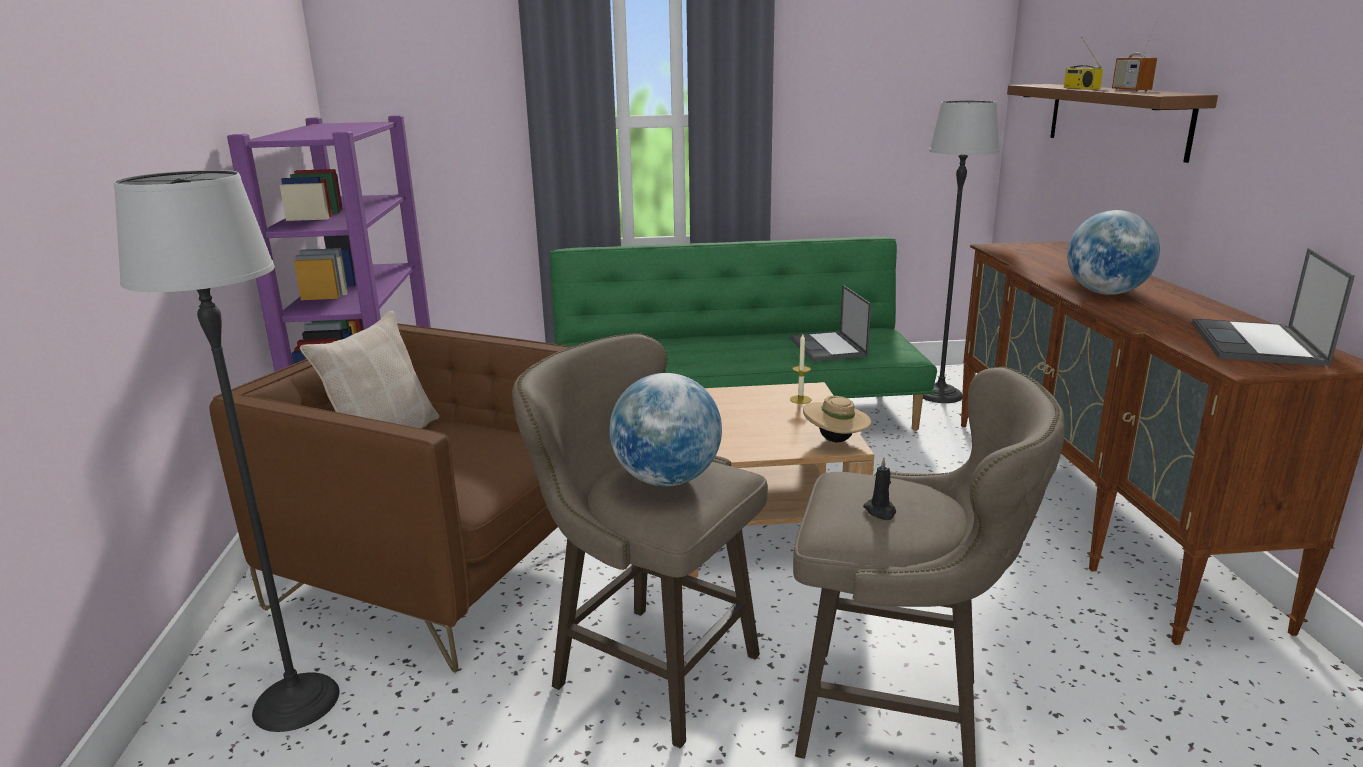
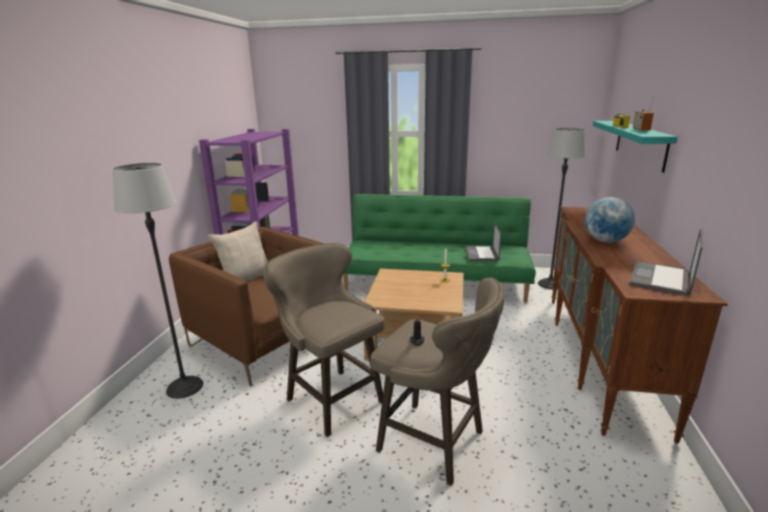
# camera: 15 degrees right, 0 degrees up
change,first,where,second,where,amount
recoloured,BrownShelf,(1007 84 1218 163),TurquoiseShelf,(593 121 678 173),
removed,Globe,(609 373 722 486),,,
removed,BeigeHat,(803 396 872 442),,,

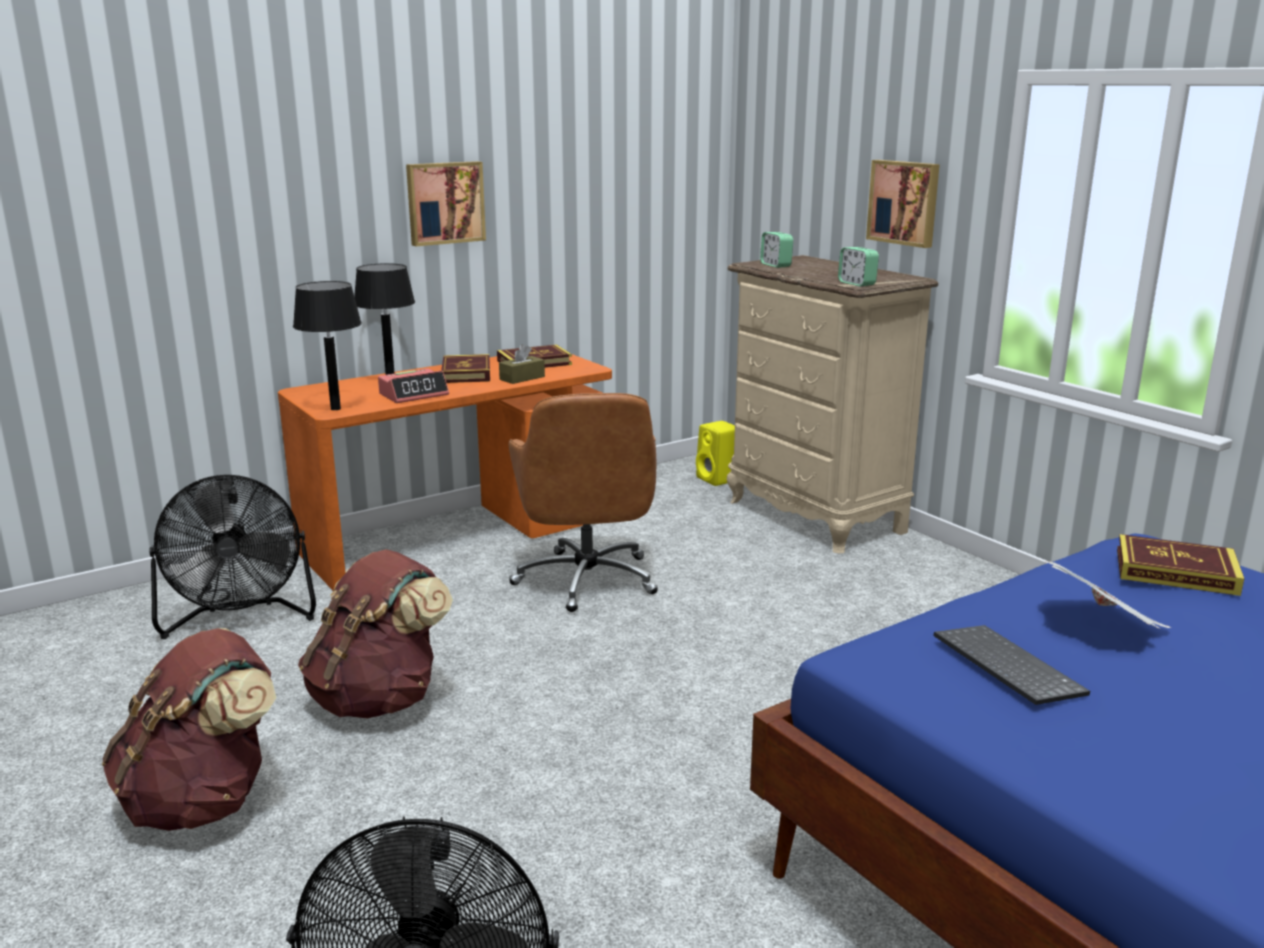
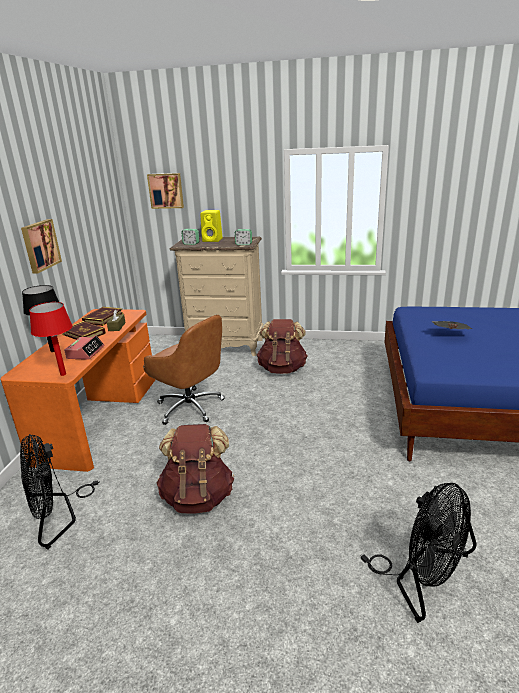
# camera: 45 degrees left, 5 degrees up
change,first,where,second,where,amount
moved,Picture,(866 160 940 248),,(147 173 184 209),
recoloured,BlackTableLamp,(293 281 362 410),RedTableLamp,(29 302 73 376),
moved,YellowSpeaker,(696 421 735 486),,(201 210 223 242),
turned,BlackFan,(149 475 316 639),,(20 434 99 550),120 degrees clockwise
removed,Book,(1117 534 1244 596),,,
removed,Keyboard,(933 625 1090 705),,,
moved,BrownBackpack,(102 628 276 831),,(257 319 308 374),

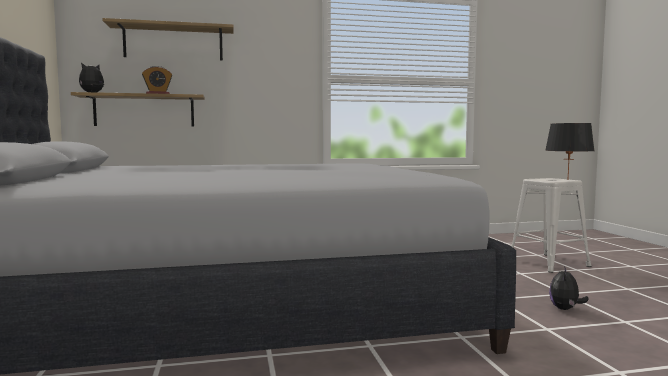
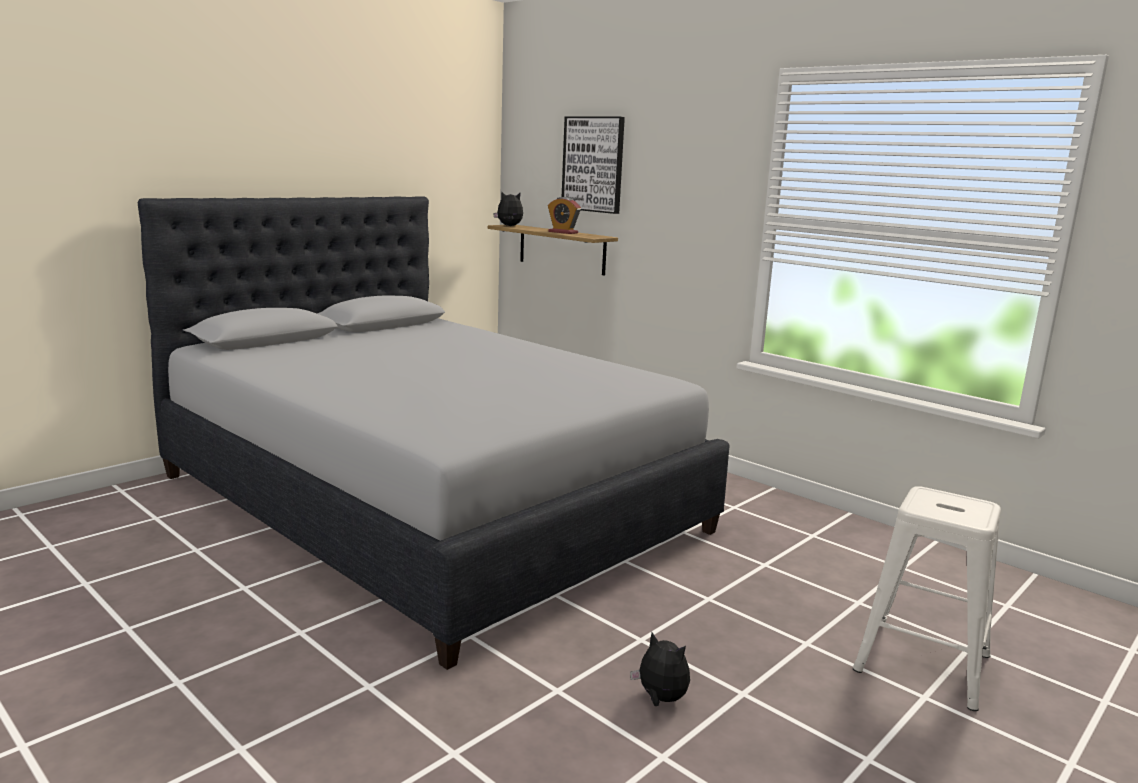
# camera: 55 degrees right, 10 degrees up
change,first,where,second,where,amount
replaced,Shelf,(102 18 234 61),Picture,(562 117 625 214),
removed,BlackTableLamp,(545 123 594 177),,,
turned,PlushToy,(549 266 589 310),,(630 632 690 706),45 degrees clockwise

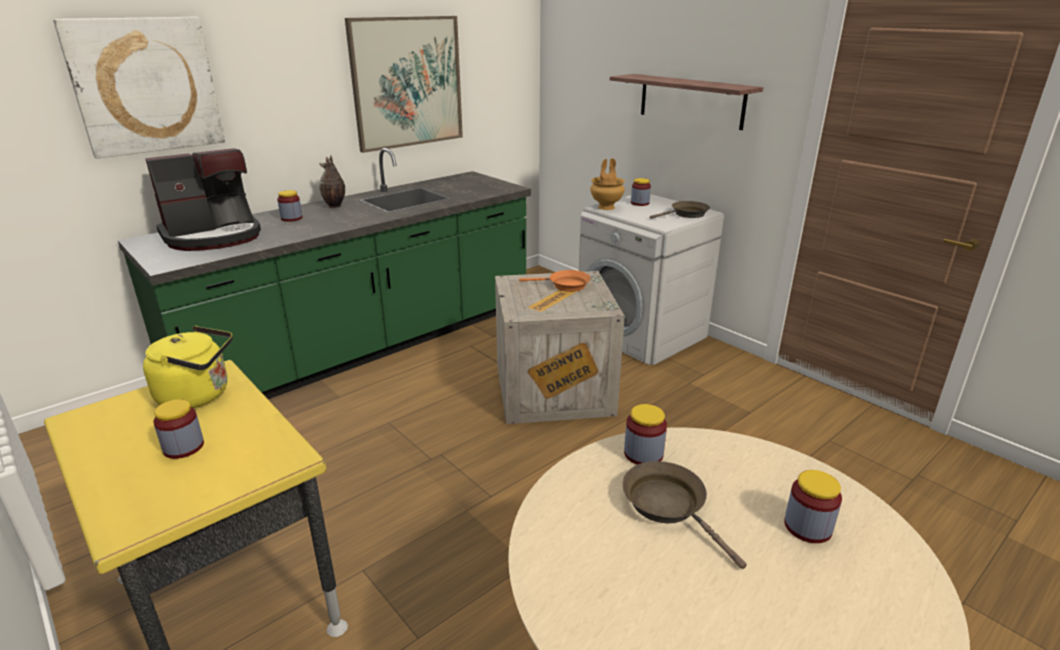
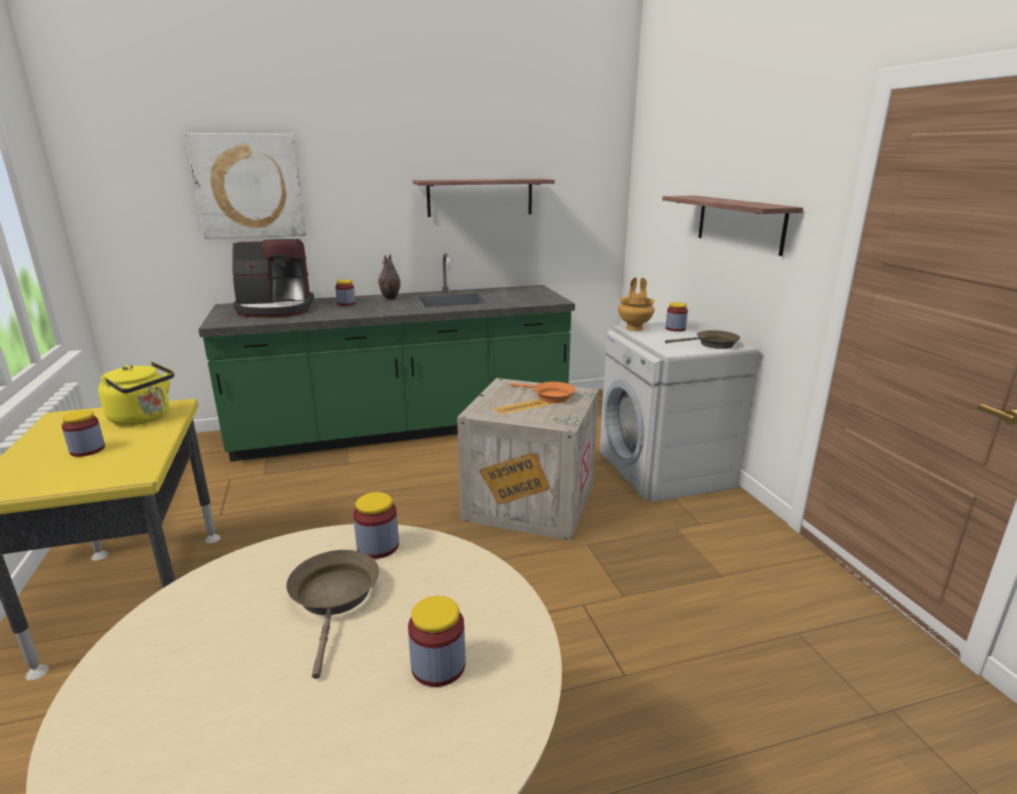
# camera: 25 degrees right, 5 degrees down
change,first,where,second,where,amount
replaced,Picture,(345 16 463 153),Shelf,(413 179 555 217),

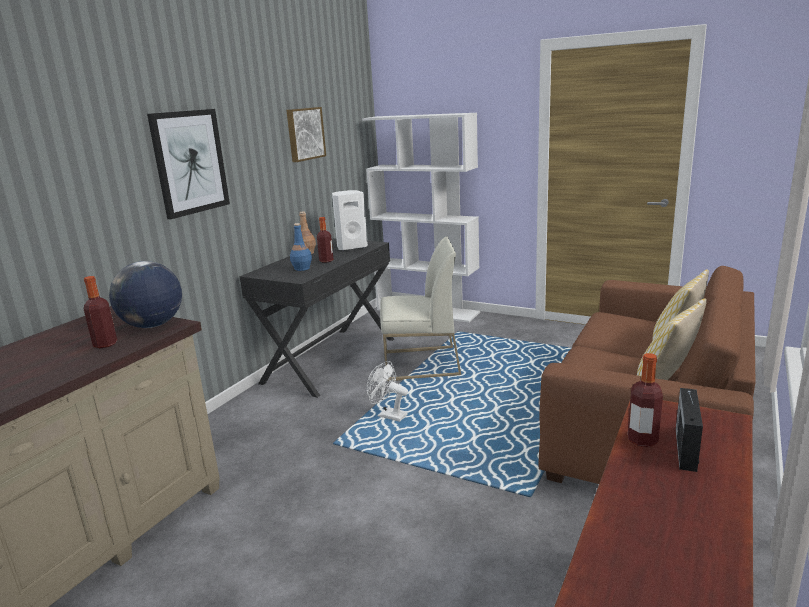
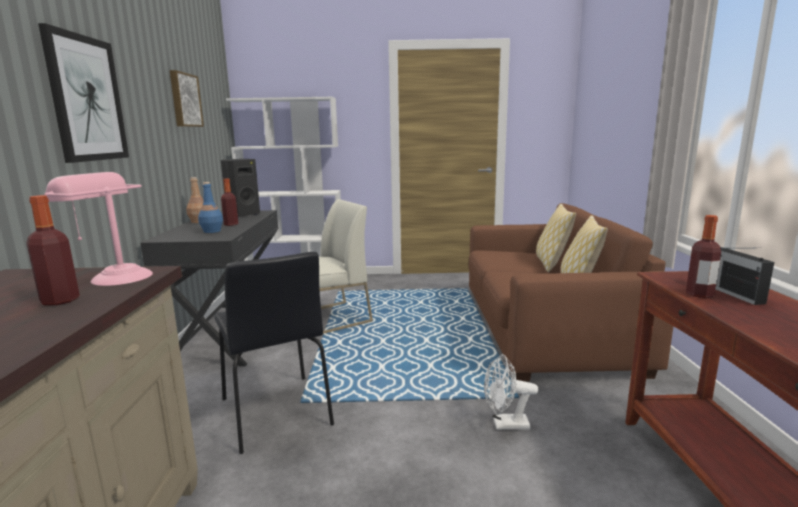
# camera: 30 degrees left, 5 degrees down
change,first,where,second,where,amount
recoloured,WhiteSpeaker,(332 190 368 251),BlackSpeaker,(221 159 260 217),
replaced,Globe,(109 261 182 328),PinkTableLamp,(44 172 153 286),
moved,WhiteFan,(366 361 408 422),,(484 354 539 430),
added,,,BlackChair,(214 252 334 454),

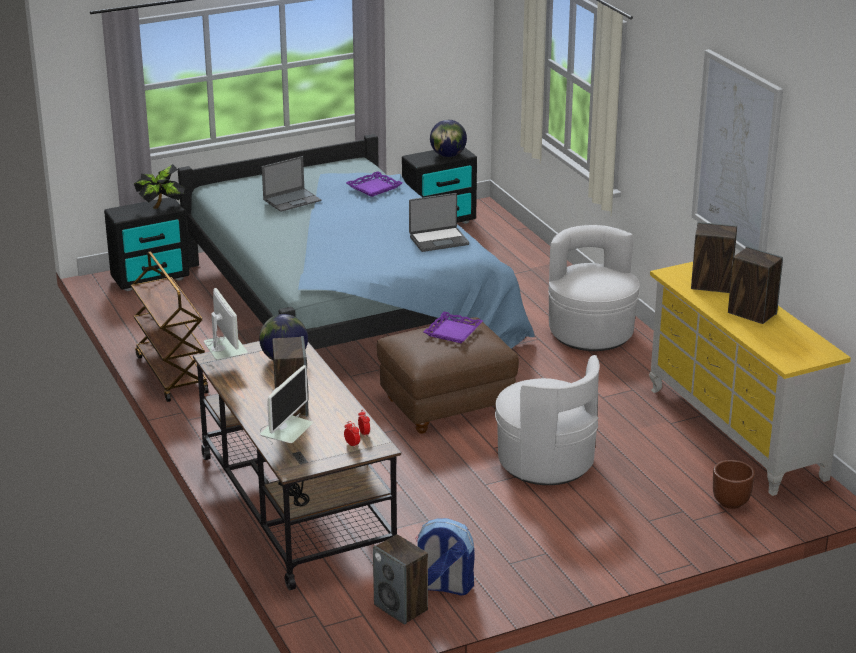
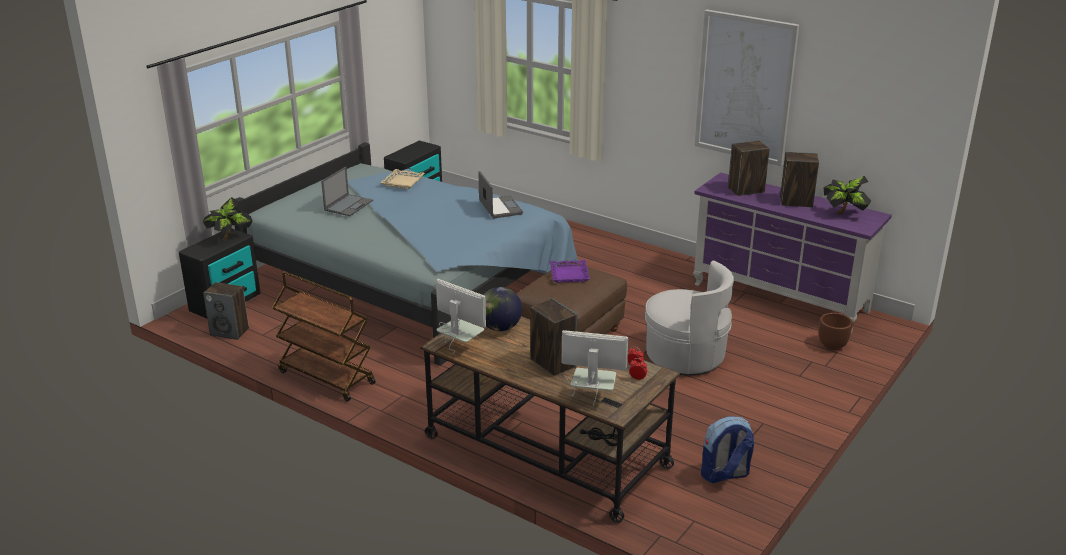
# camera: 30 degrees left, 0 degrees up
change,first,where,second,where,amount
removed,Globe,(430 120 467 157),,,
recoloured,PurpleTray,(346 171 402 197),BeigeTray,(380 169 425 189),
turned,Laptop,(409 193 469 252),,(478 171 523 218),60 degrees counterclockwise
removed,WhiteArmchair,(548 225 640 351),,,
recoloured,YellowDresser,(649 262 851 496),PurpleDresser,(693 172 892 332),
turned,Monitor,(260 365 313 445),,(561 330 628 406),75 degrees counterclockwise
moved,Speaker,(373 534 428 625),,(203 282 249 340),
added,,,PottedPlant,(823 176 871 215),

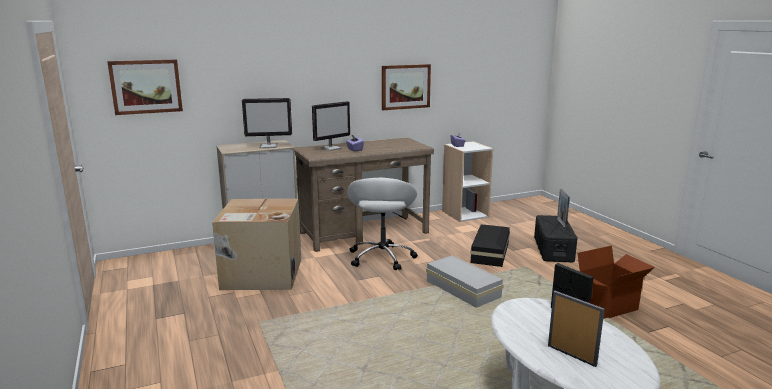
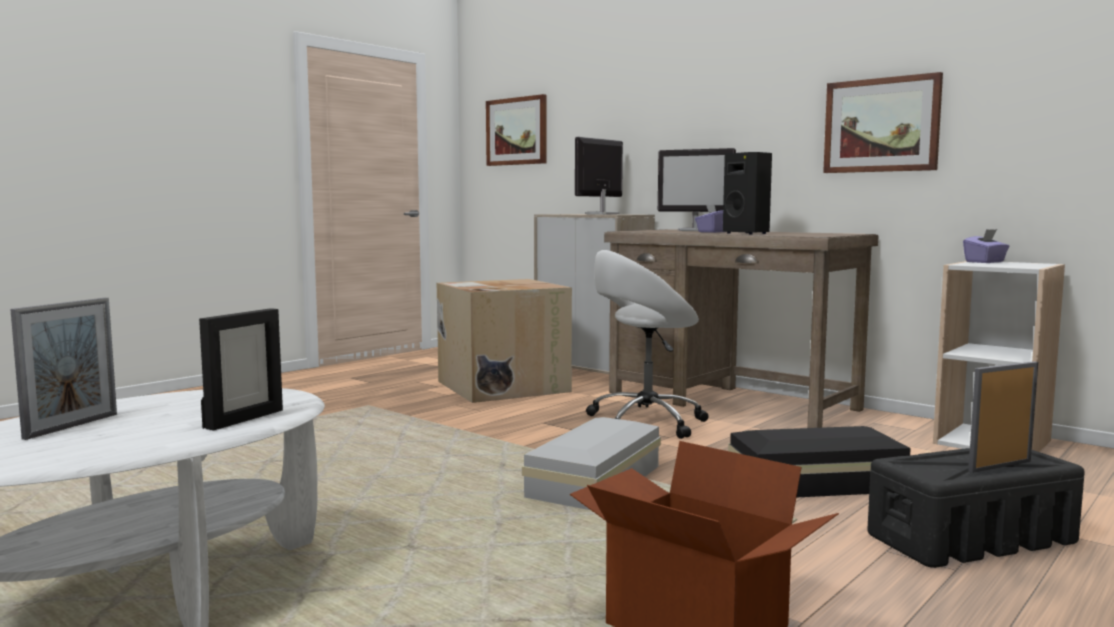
# camera: 65 degrees right, 10 degrees down
change,first,where,second,where,amount
turned,Monitor,(242 98 292 148),,(575 137 623 215),75 degrees clockwise
added,,,BlackSpeaker,(723 152 772 234),

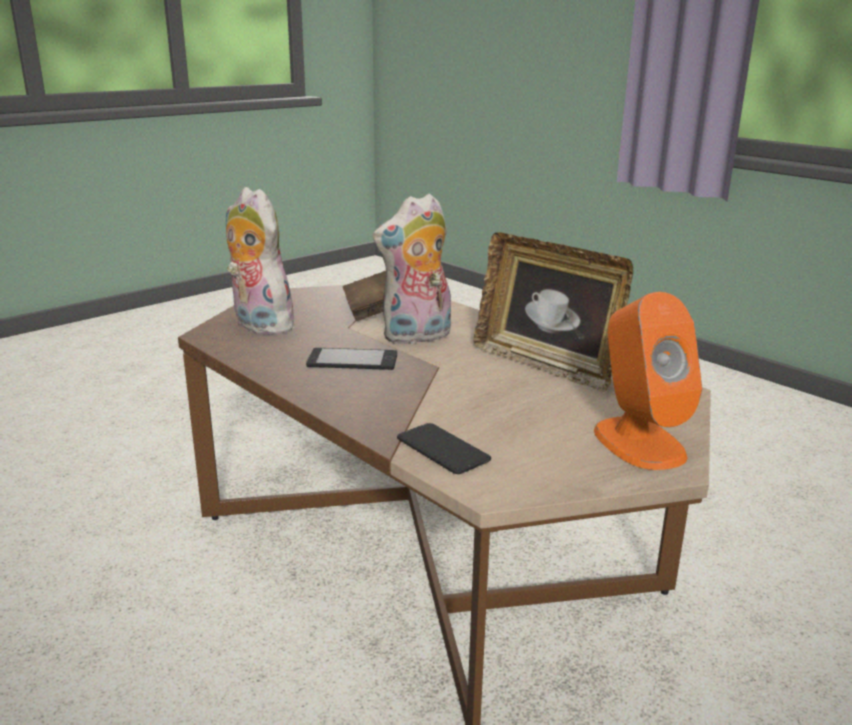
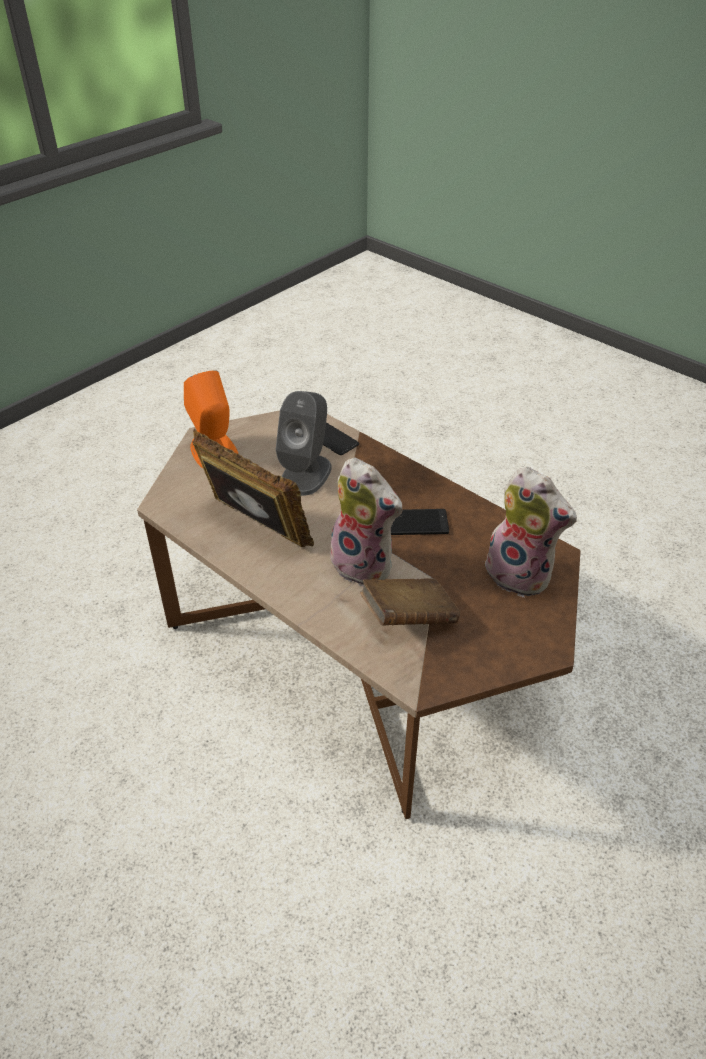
# camera: 175 degrees right, 20 degrees up
change,first,where,second,where,amount
turned,PlushToy,(373 193 451 345),,(330 457 403 587),75 degrees clockwise
added,,,GreySpeaker,(276 391 332 496),

